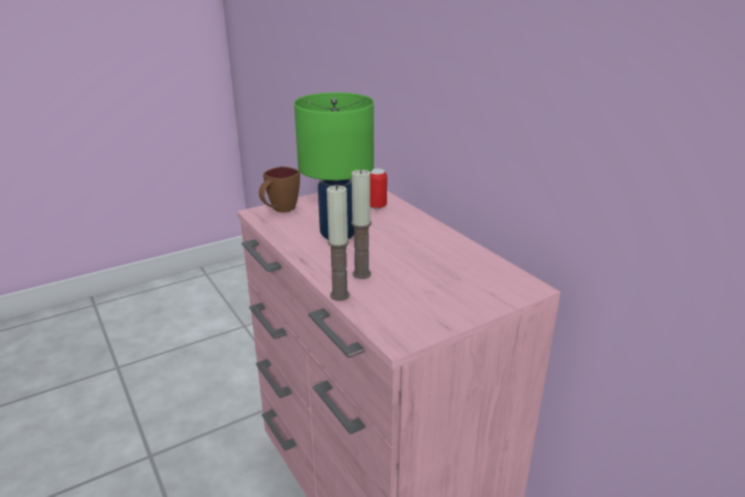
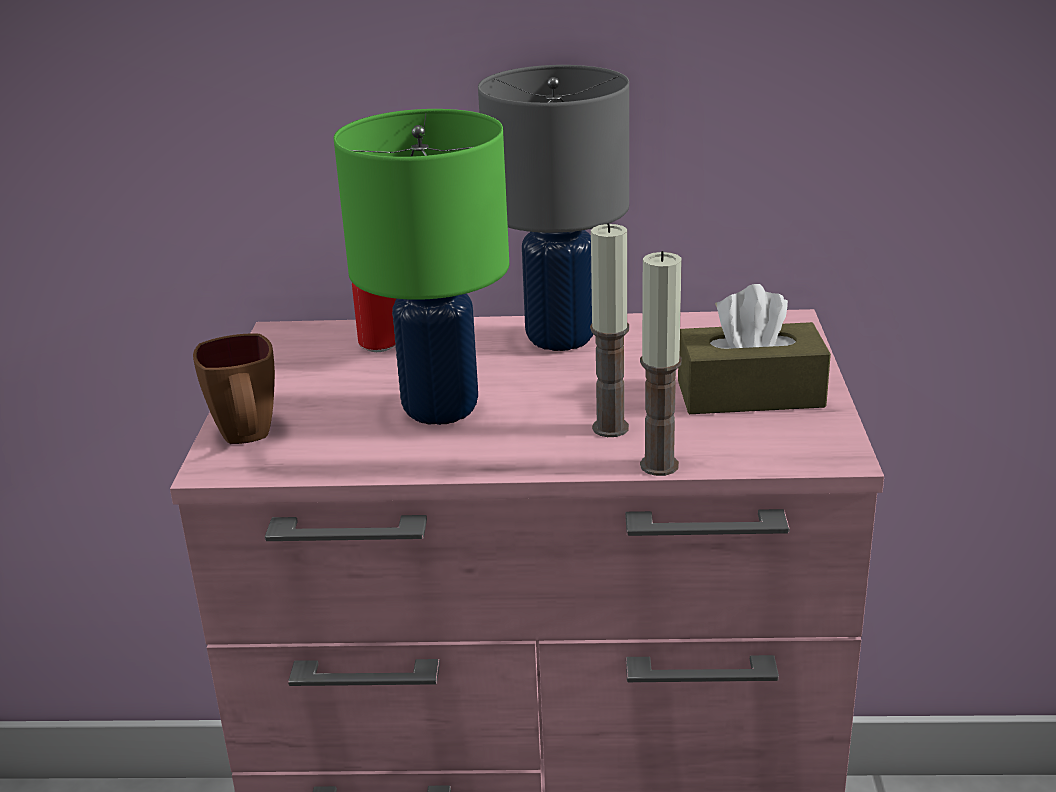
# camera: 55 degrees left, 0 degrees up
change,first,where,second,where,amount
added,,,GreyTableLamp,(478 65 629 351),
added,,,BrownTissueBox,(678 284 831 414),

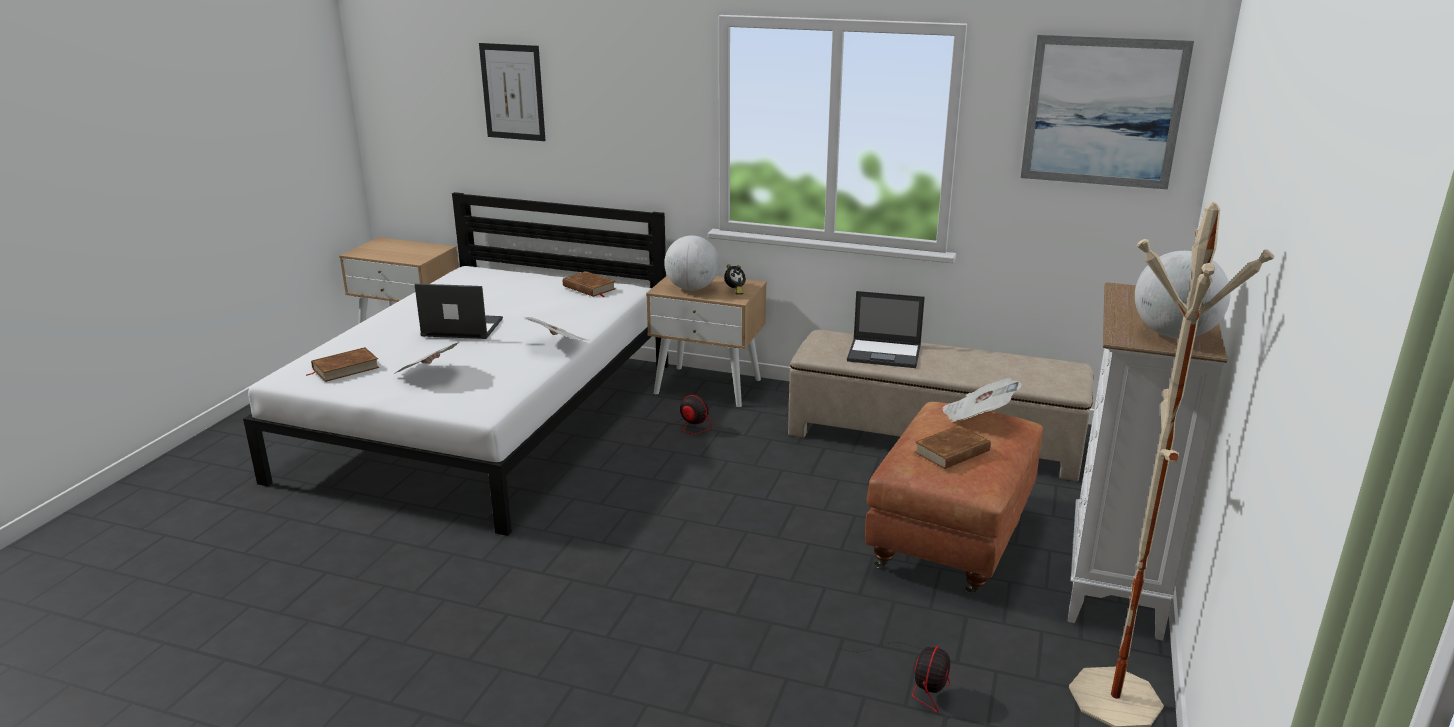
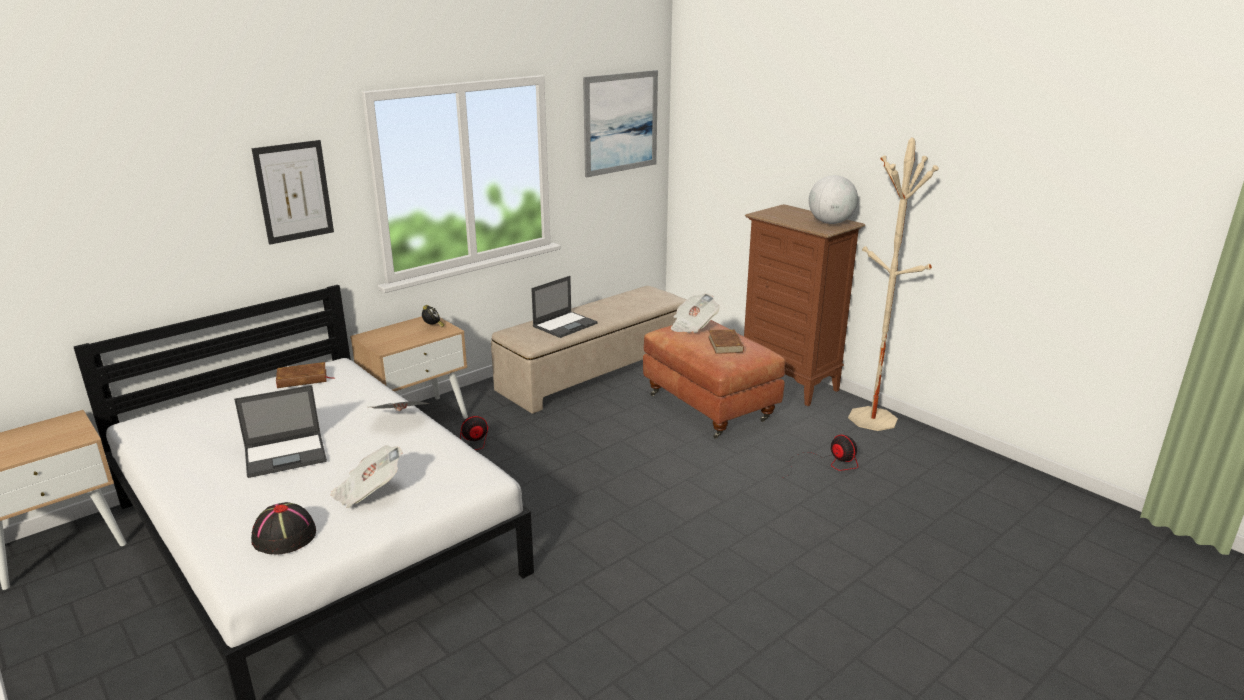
# camera: 60 degrees left, 0 degrees up
change,first,where,second,where,amount
moved,Picture,(479 43 546 141),,(252 140 334 245),
removed,Globe,(664 235 719 291),,,
recoloured,WhiteDresser,(1067 282 1227 641),BrownDresser,(744 204 865 406),
turned,Laptop,(414 284 503 339),,(234 385 327 478),150 degrees counterclockwise
replaced,BrownBook,(306 347 379 382),BlackHat,(251 502 316 555),

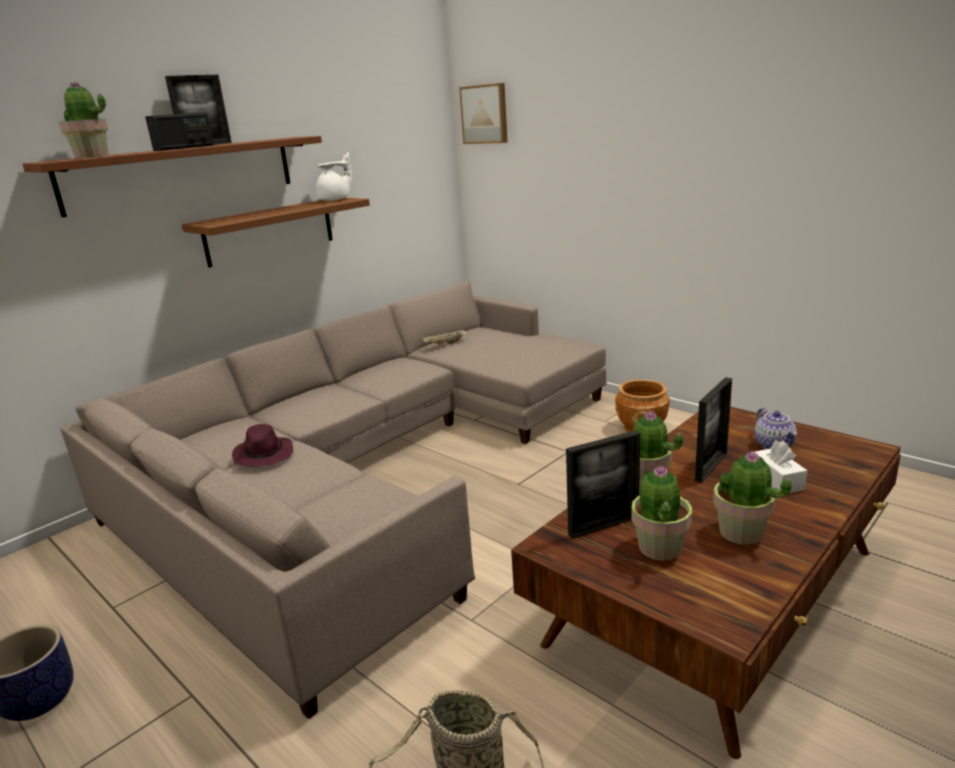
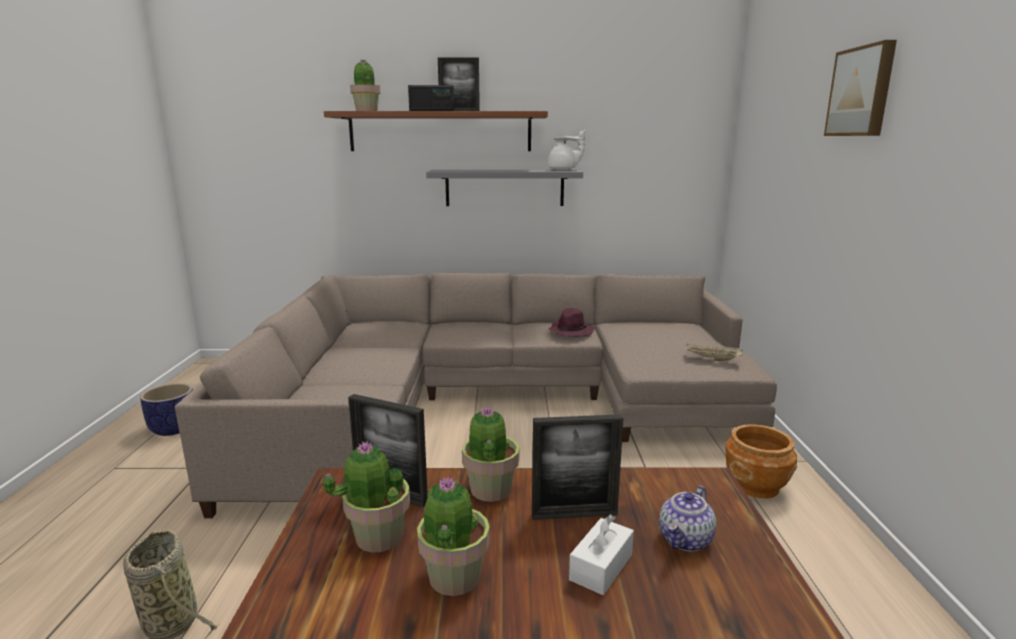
# camera: 45 degrees right, 5 degrees down
change,first,where,second,where,amount
moved,Picture,(459 83 507 144),,(824 40 897 136),
recoloured,BrownShelf,(181 198 370 268),GreyShelf,(426 170 583 206),
moved,BeigeTray,(422 329 467 344),,(686 344 742 361),
moved,PurpleHat,(232 424 293 467),,(549 308 594 336),

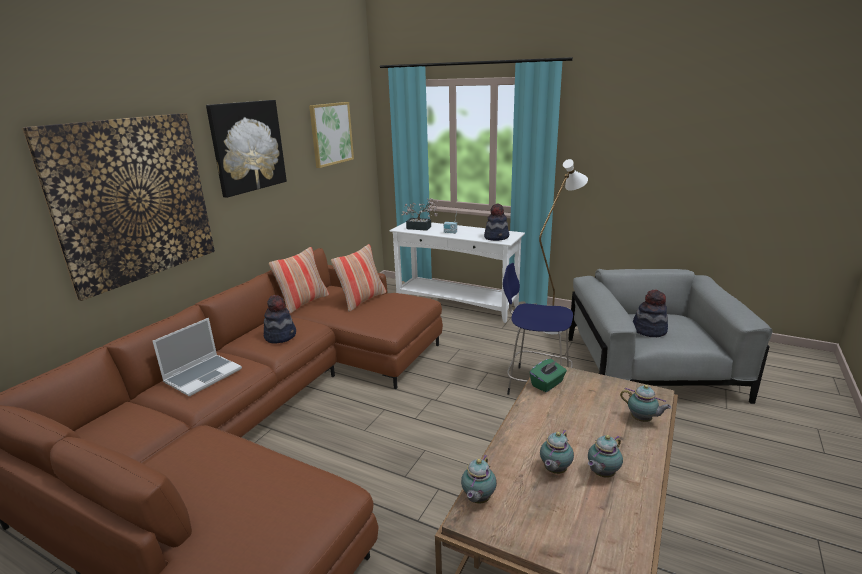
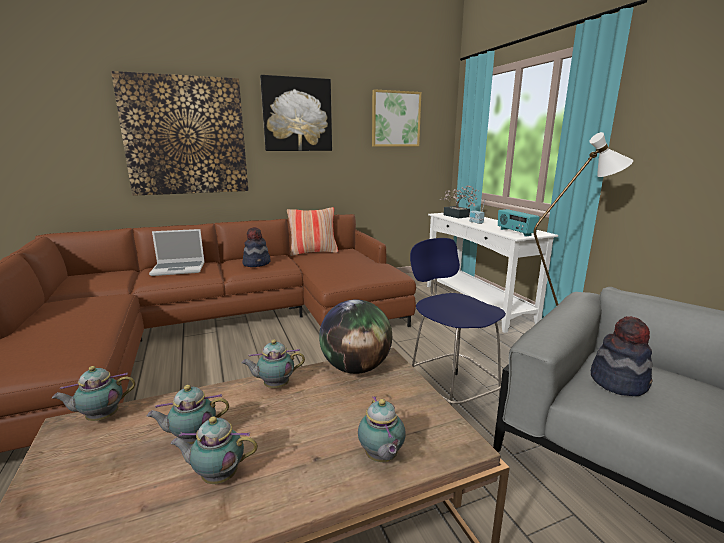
# camera: 40 degrees right, 5 degrees down
change,first,where,second,where,amount
replaced,Hat,(484 204 509 241),Radio,(498 209 540 237),
removed,Pillow,(331 244 386 312),,,
replaced,GreenTissueBox,(529 359 567 392),Globe,(319 299 392 374),
added,,,Teapot,(242 340 305 388),

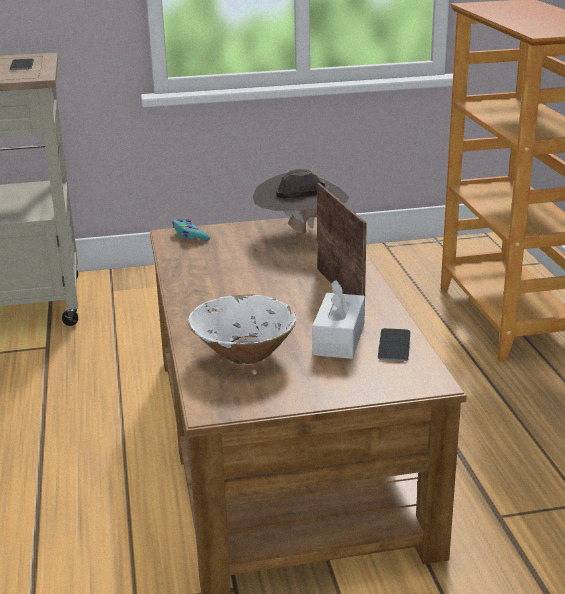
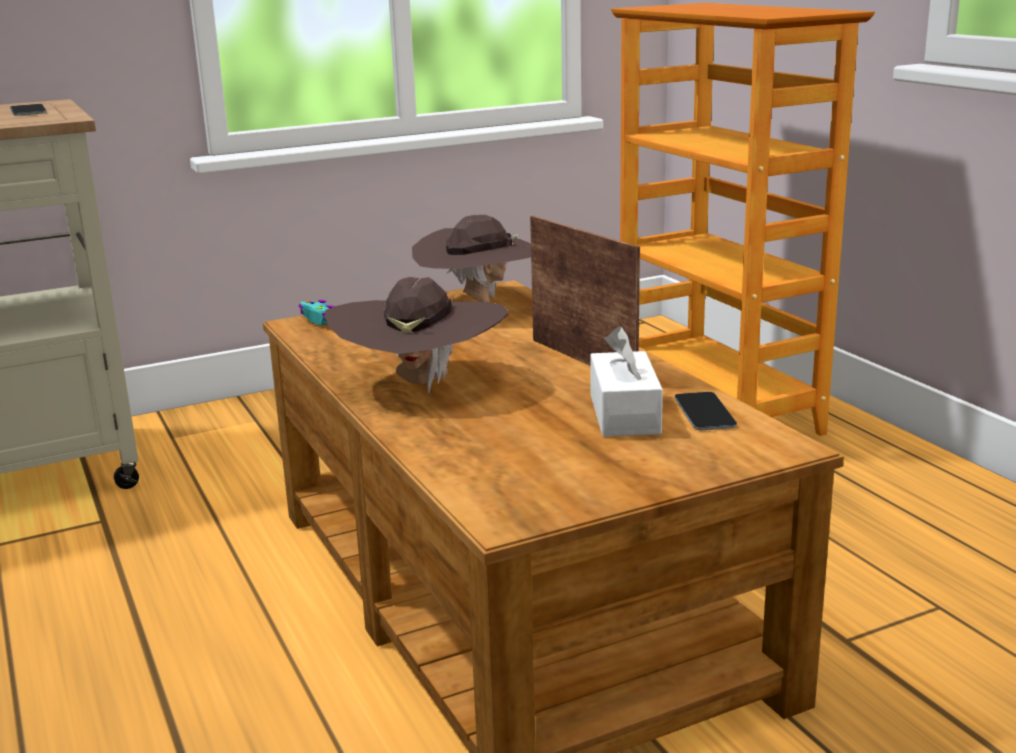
# camera: 15 degrees left, 5 degrees down
change,first,where,second,where,amount
removed,WhiteBowl,(188 294 296 364),,,
added,,,BrownHat,(325 277 509 394),

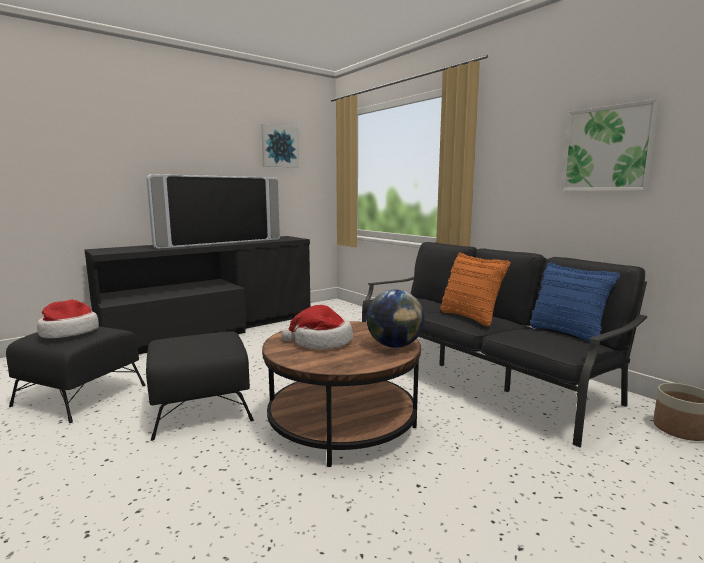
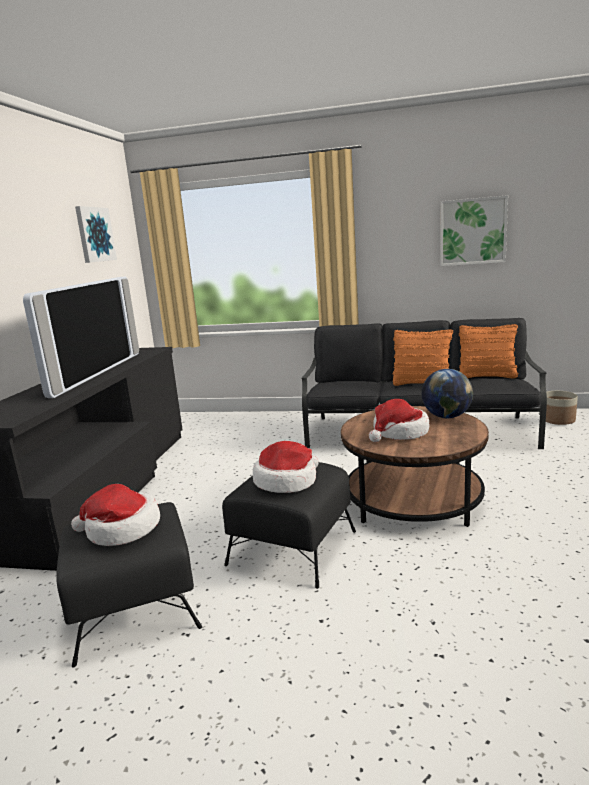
# camera: 40 degrees left, 5 degrees up
change,first,where,second,where,amount
recoloured,BluePillow,(530 262 620 343),OrangePillow,(459 324 519 378),
added,,,Hat,(253 441 319 493),

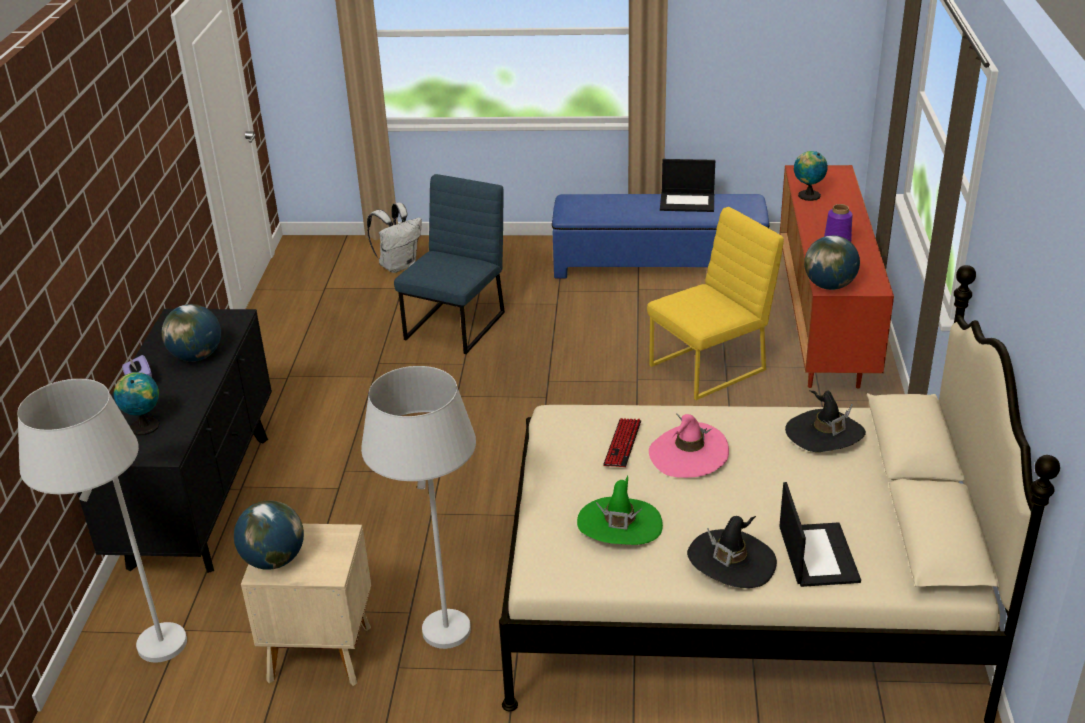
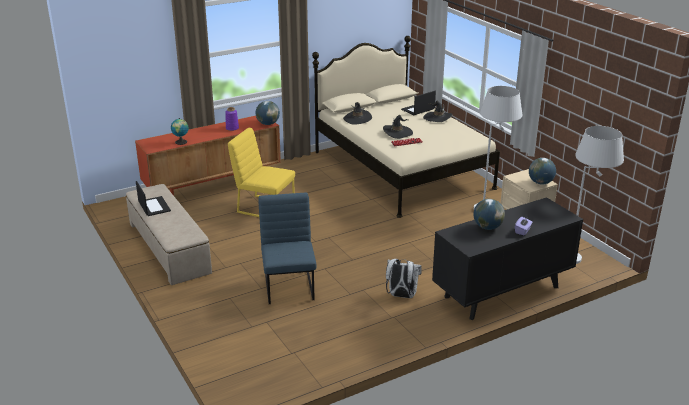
# camera: 125 degrees left, 5 degrees down
change,first,where,second,where,amount
turned,BlueChair,(394 174 505 354),,(258 192 316 304),90 degrees clockwise
recoloured,BlueBench,(552 194 769 278),BeigeBench,(126 184 212 285),
moved,WhiteBackpack,(367 203 422 273),,(386 259 422 298),
removed,Globe,(114 372 160 435),,,
recoloured,PinkHat,(649 414 729 478),BlackHat,(383 115 413 139),
removed,GreenHat,(577 476 663 545),,,

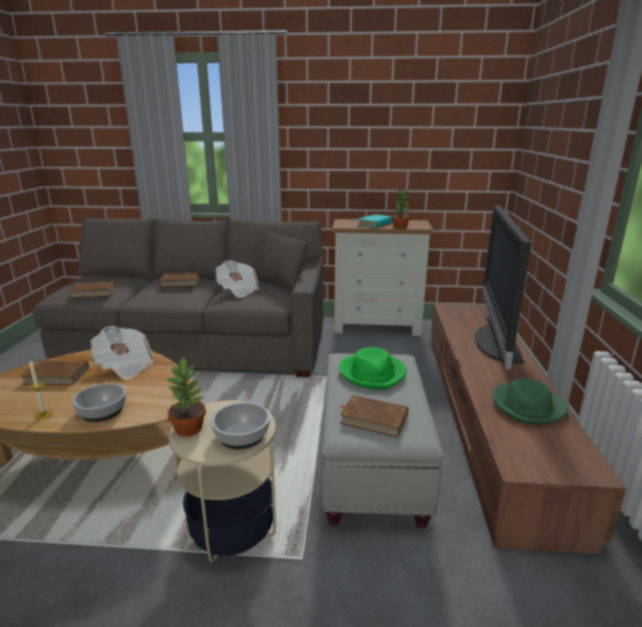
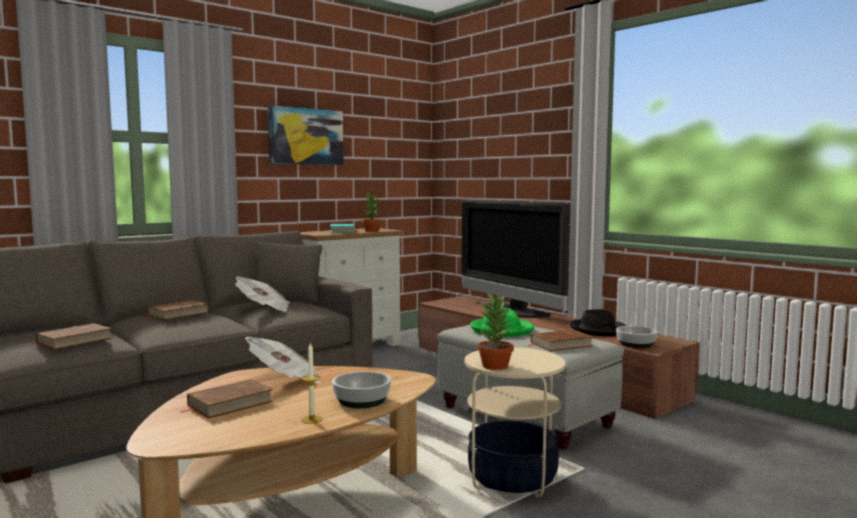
# camera: 45 degrees left, 15 degrees down
change,first,where,second,where,amount
recoloured,GreenHat,(492 378 568 425),BlackHat,(569 309 626 336),
moved,Bowl,(211 402 270 449),,(616 326 658 348),
added,,,Picture,(268 105 344 165),

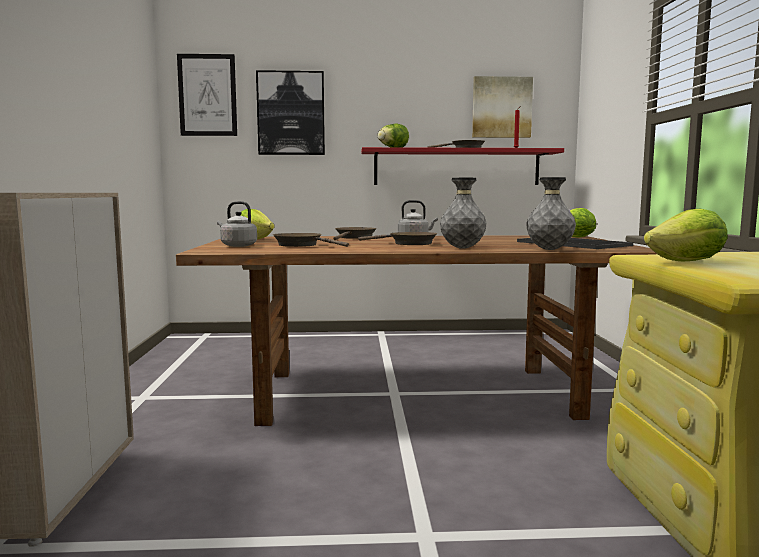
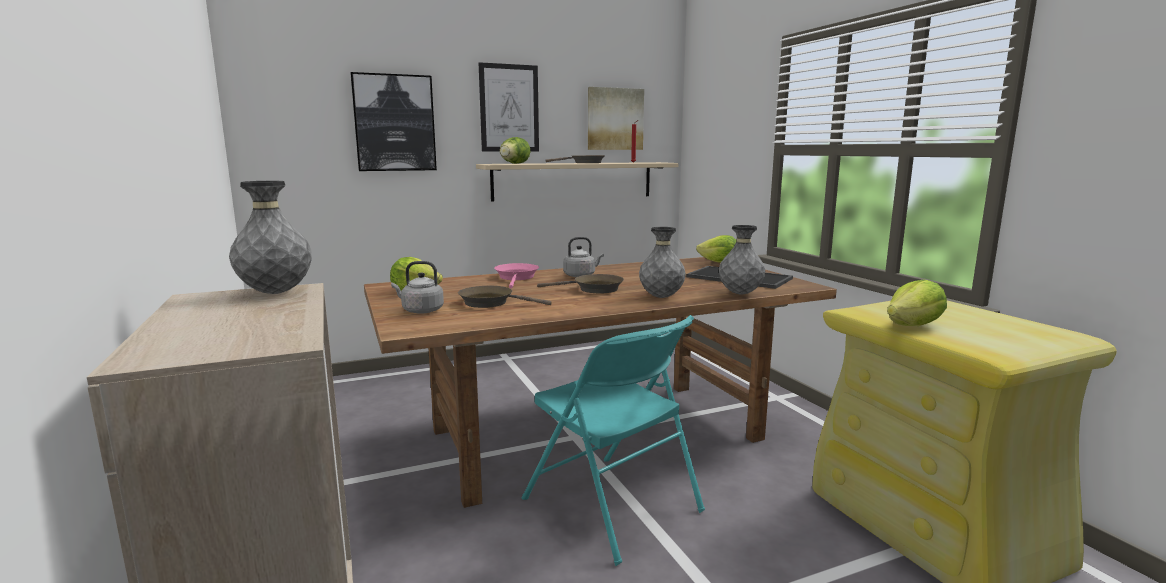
# camera: 20 degrees left, 5 degrees up
change,first,where,second,where,amount
moved,Picture,(177 54 237 136),,(479 62 539 152),
recoloured,RedShelf,(361 147 564 185),BeigeShelf,(476 162 678 202),
recoloured,BrownFryingPan,(333 227 377 240),PinkFryingPan,(494 263 539 288),
added,,,GreyVase,(229 181 312 294),
added,,,TurquoiseChair,(522 315 705 566),

